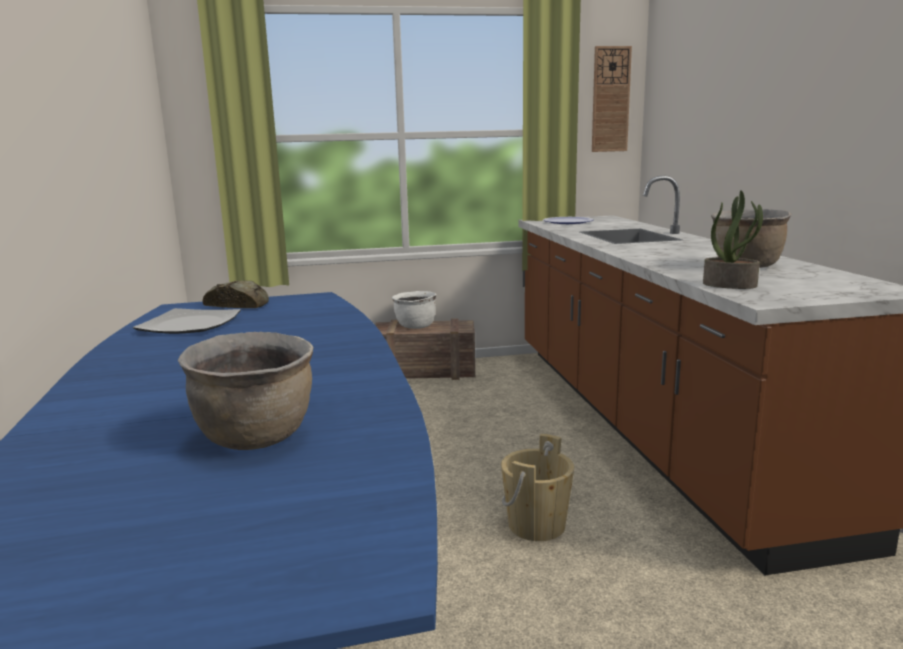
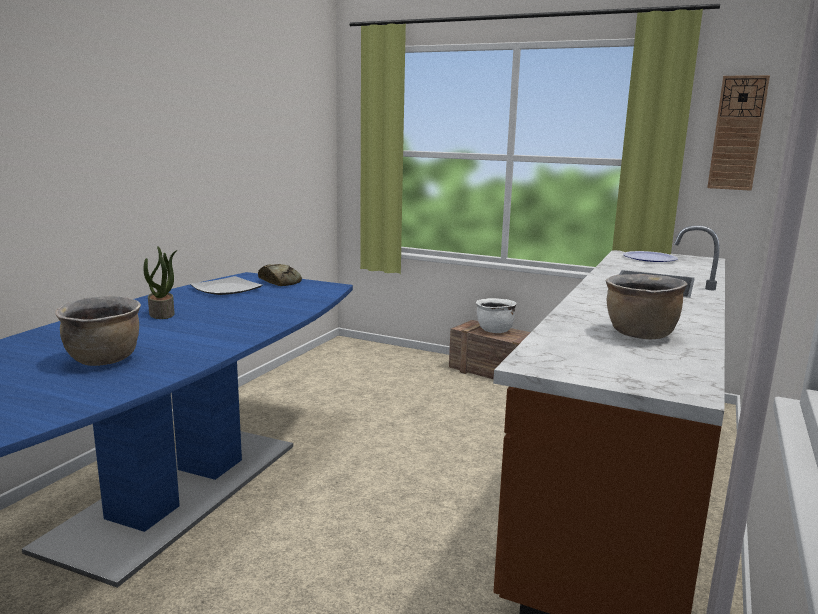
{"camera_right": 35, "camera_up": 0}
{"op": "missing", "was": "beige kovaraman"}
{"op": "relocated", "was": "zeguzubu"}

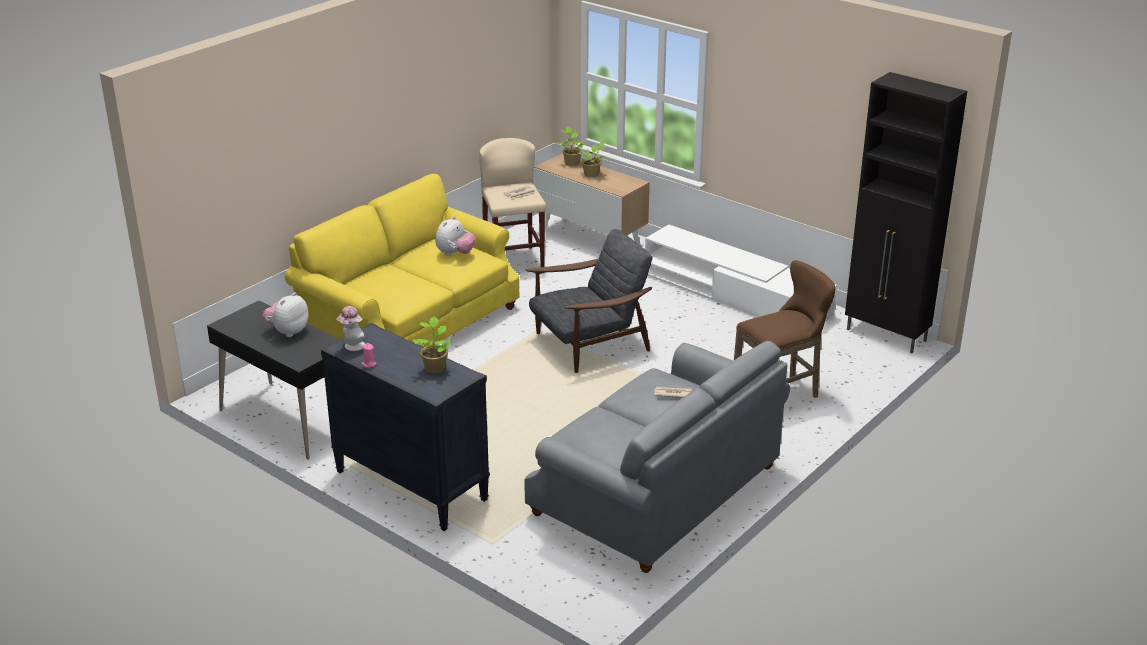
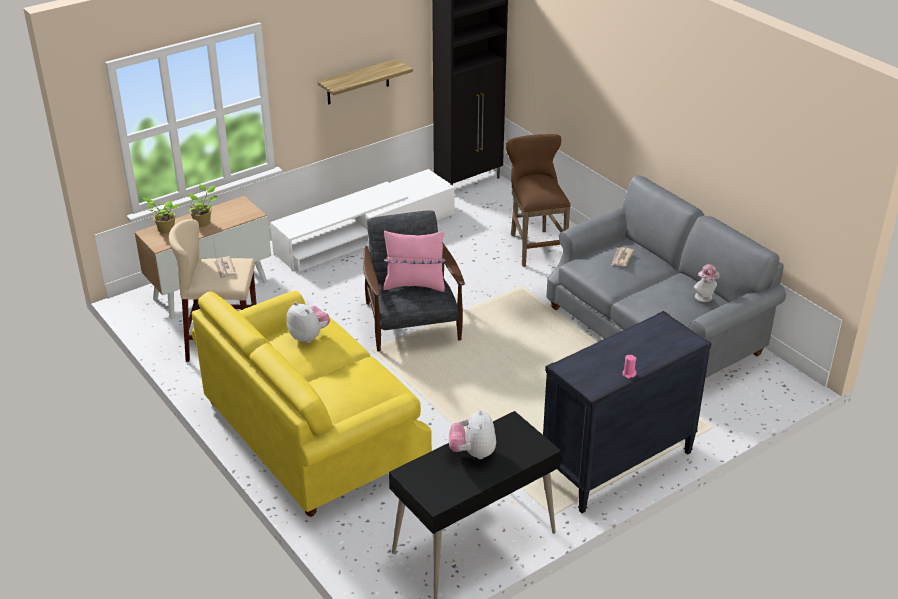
{"camera_right": -75, "camera_up": 5}
{"op": "spun", "was": "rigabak (no. 1 from left in the first image)", "clockwise": 45}
{"op": "relocated", "was": "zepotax"}
{"op": "missing", "was": "zeguzubu (no. 1 from left)"}
{"op": "appeared", "now": "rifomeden"}
{"op": "appeared", "now": "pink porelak"}

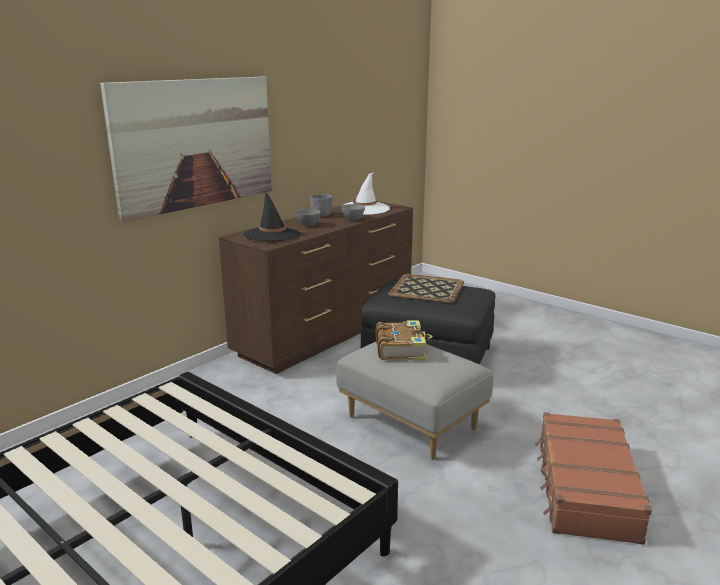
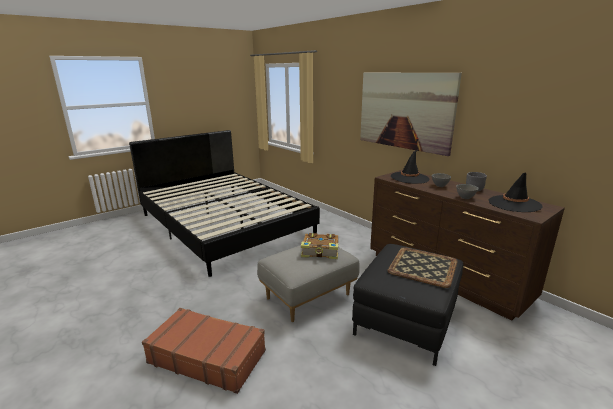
{"camera_right": 100, "camera_up": 0}
{"op": "colour", "was": "white zepotax", "now": "black zepotax (no. 2 from left)"}

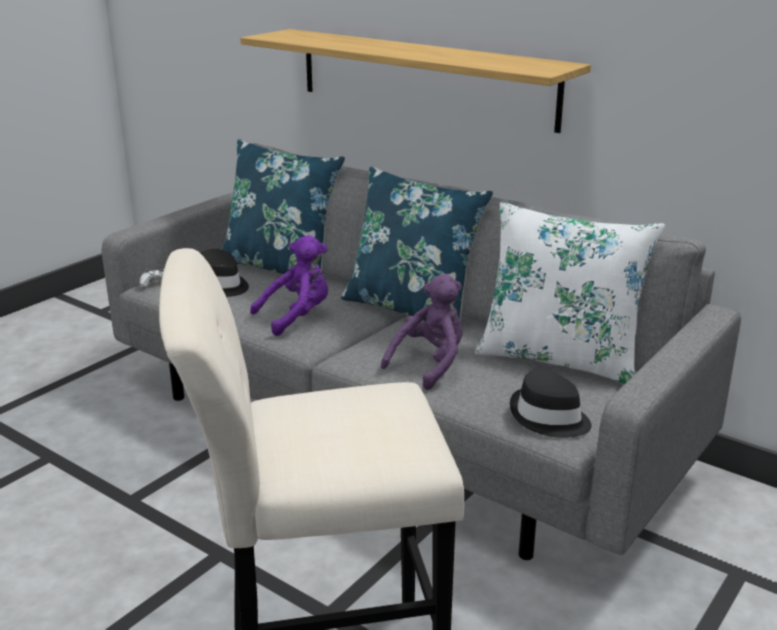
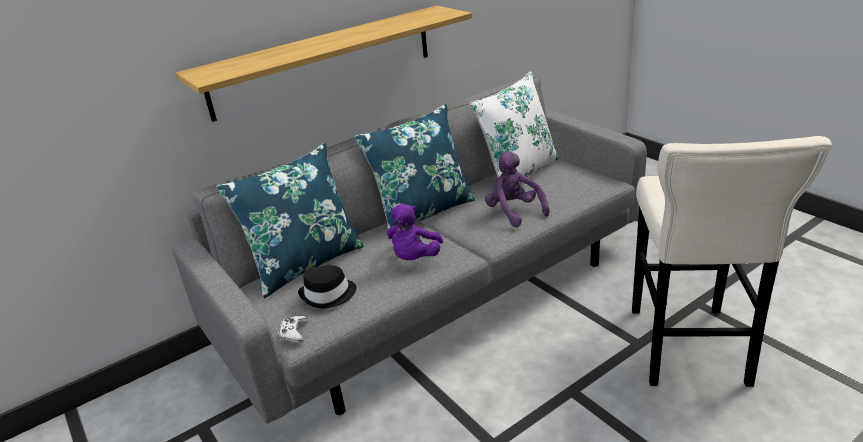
{"camera_right": -70, "camera_up": 5}
{"op": "spun", "was": "purple rigabak (no. 1 from left)", "clockwise": -150}
{"op": "missing", "was": "black zepotax (no. 2 from left)"}

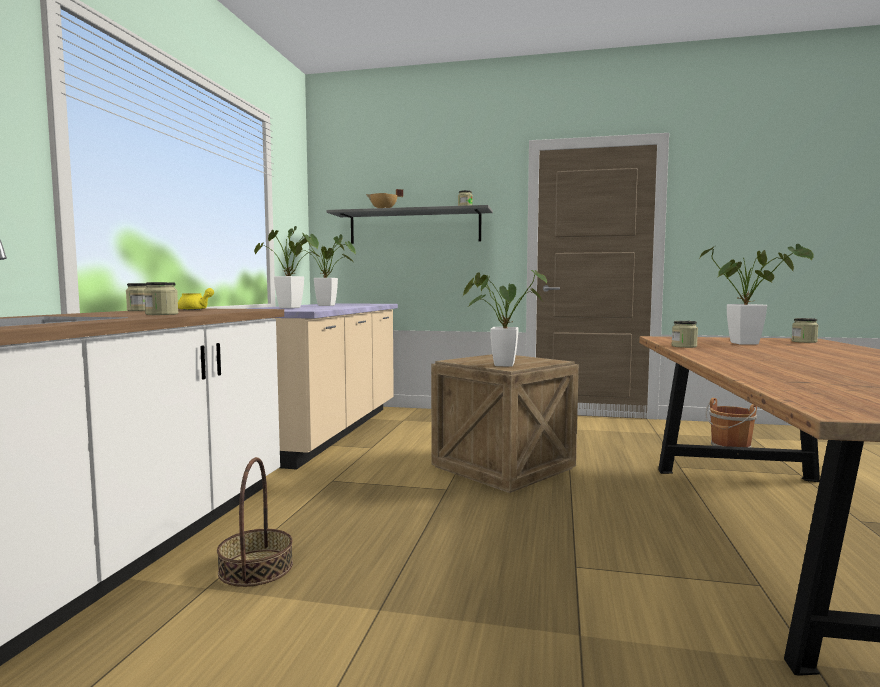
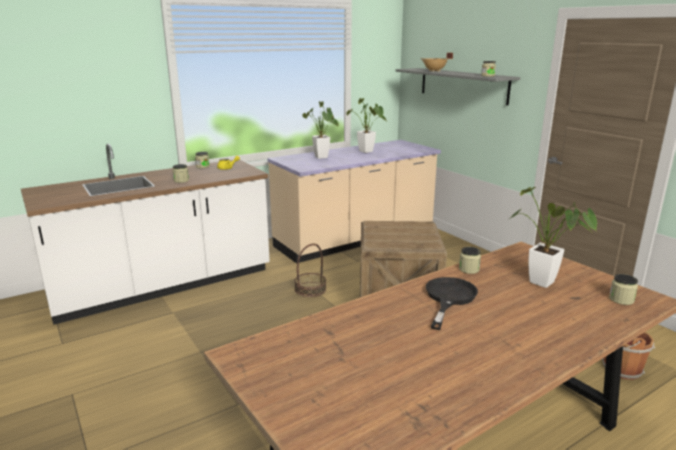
{"camera_right": 45, "camera_up": 15}
{"op": "relocated", "was": "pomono"}
{"op": "missing", "was": "zeguzubu (no. 3 from left)"}
{"op": "appeared", "now": "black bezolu"}

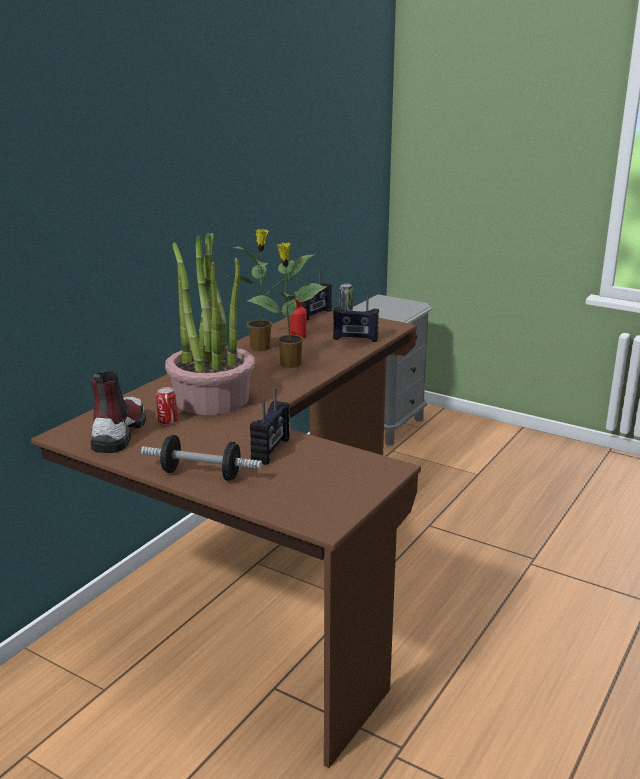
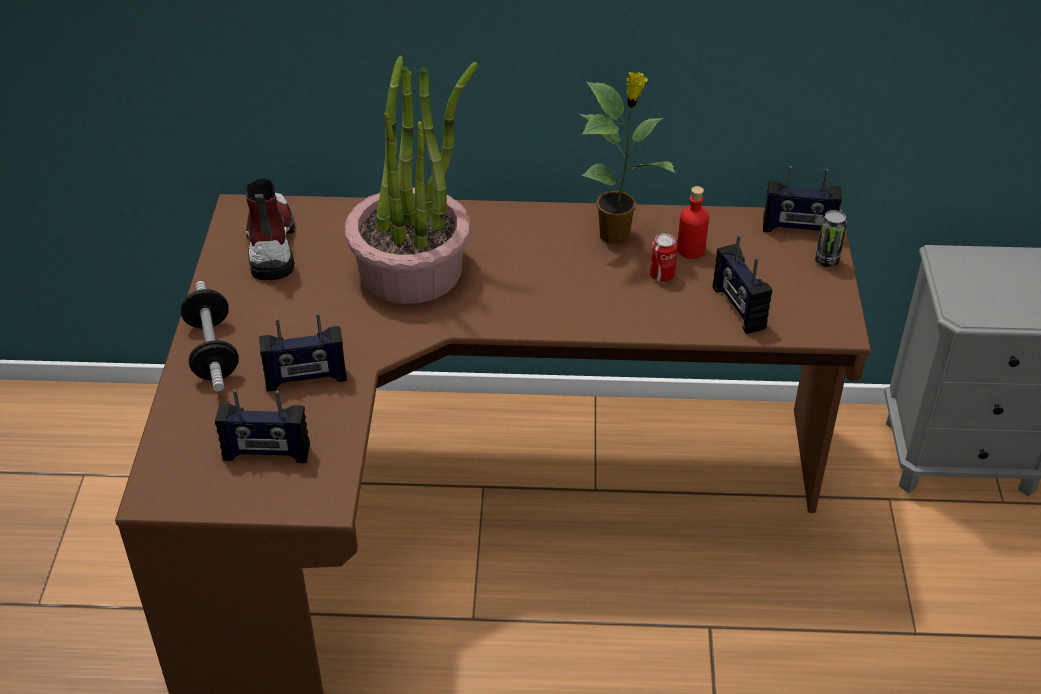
{"camera_right": 60, "camera_up": 20}
{"op": "spun", "was": "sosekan", "clockwise": -75}
{"op": "relocated", "was": "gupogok (no. 1 from left)"}
{"op": "missing", "was": "zeguzubu (no. 3 from left)"}
{"op": "appeared", "now": "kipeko (no. 1 from left)"}

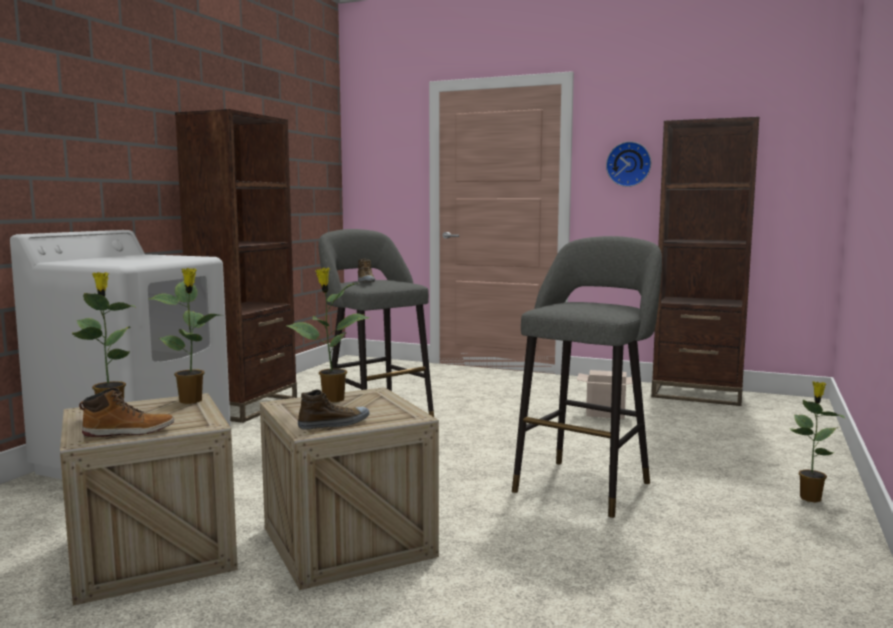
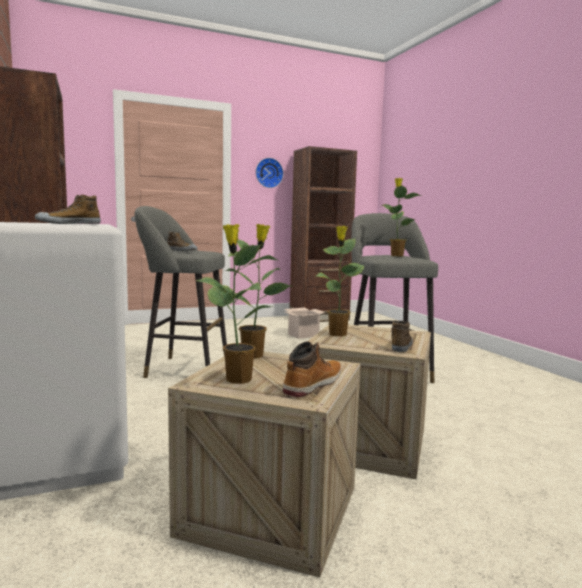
{"camera_right": -45, "camera_up": 0}
{"op": "relocated", "was": "zeguzubu (no. 4 from left)"}
{"op": "appeared", "now": "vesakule (no. 1 from left)"}

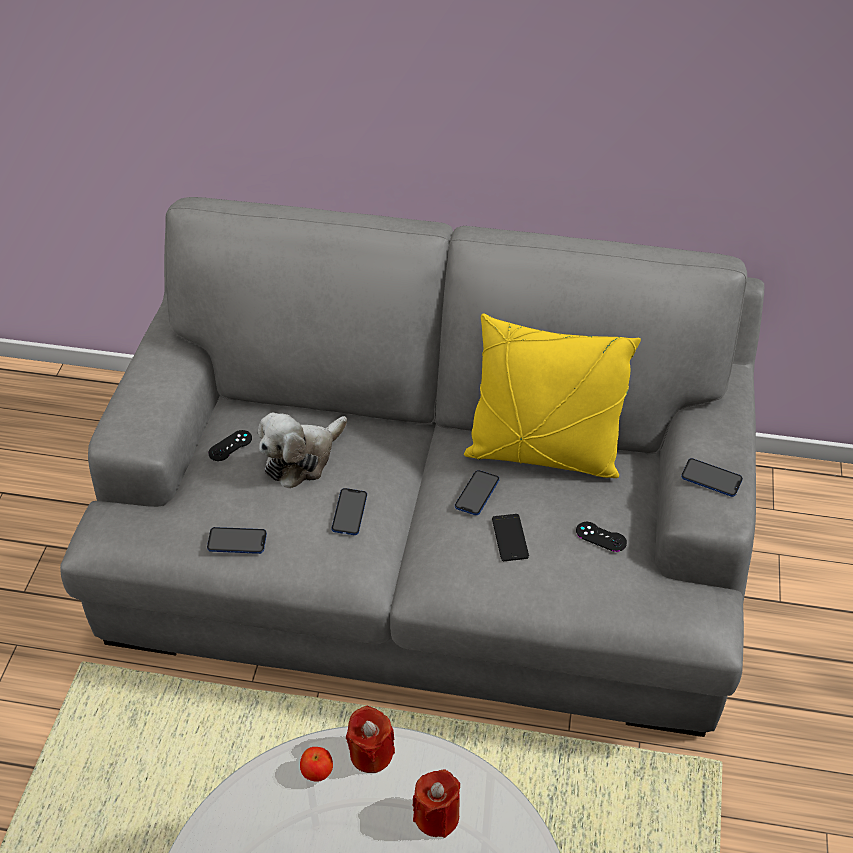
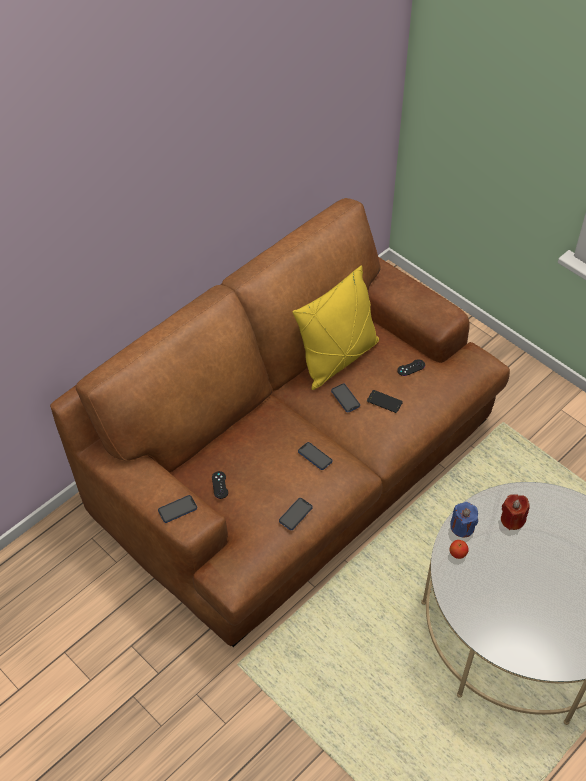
{"camera_right": -55, "camera_up": 5}
{"op": "colour", "was": "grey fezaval", "now": "brown fezaval"}
{"op": "missing", "was": "rigabak"}
{"op": "colour", "was": "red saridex (no. 1 from left)", "now": "blue saridex"}
{"op": "relocated", "was": "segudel (no. 5 from left in the first image)", "now": "segudel (no. 1 from left)"}

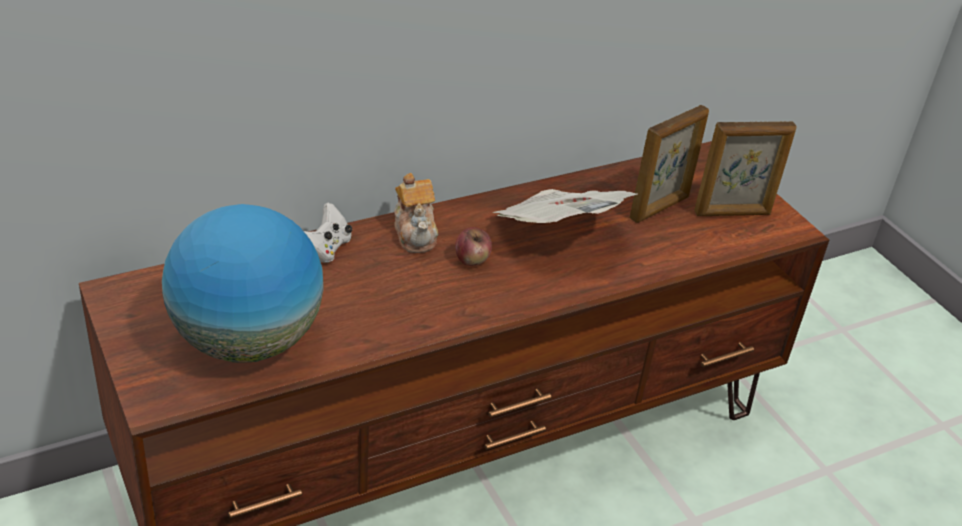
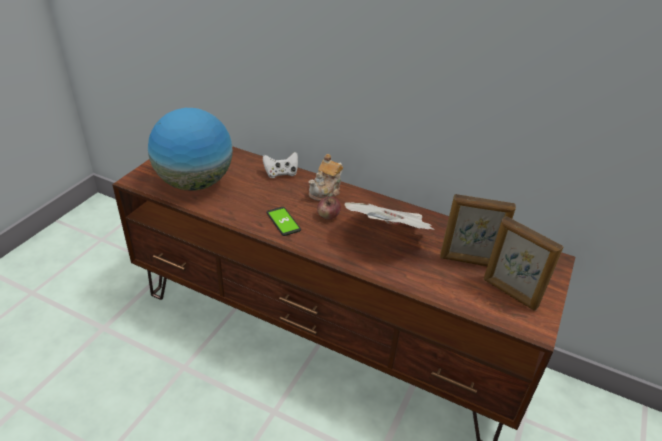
{"camera_right": 55, "camera_up": 0}
{"op": "appeared", "now": "segudel"}

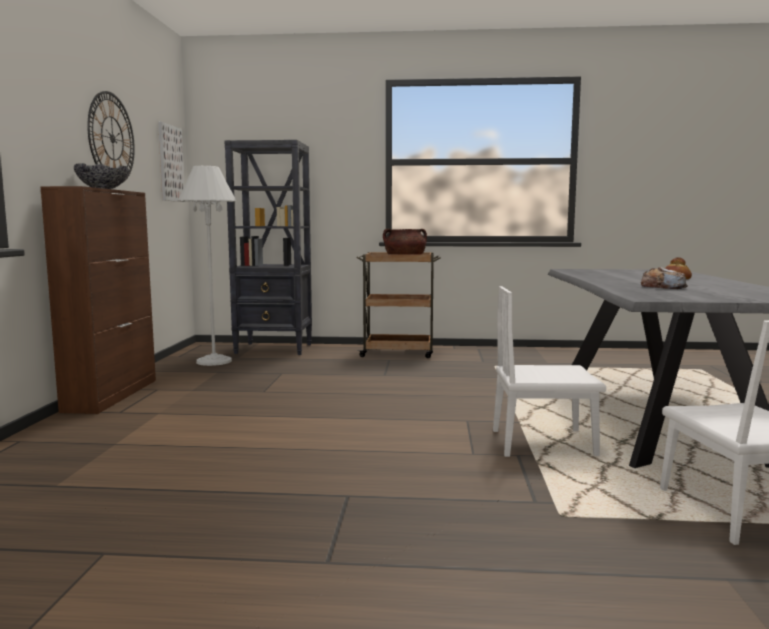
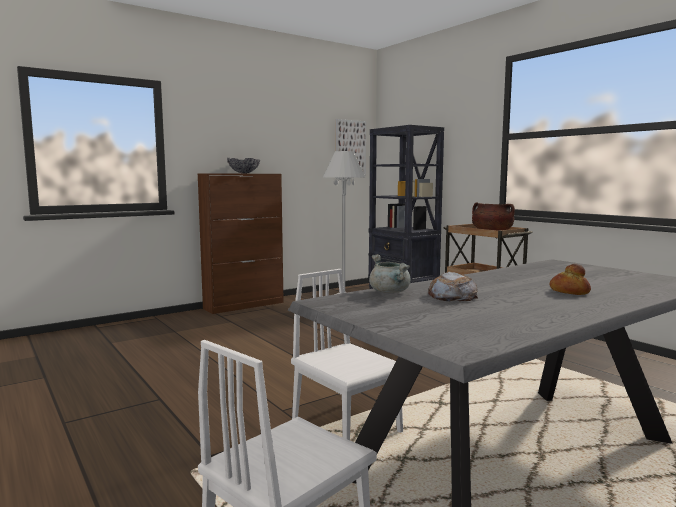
{"camera_right": 50, "camera_up": 0}
{"op": "missing", "was": "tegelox"}
{"op": "appeared", "now": "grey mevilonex"}

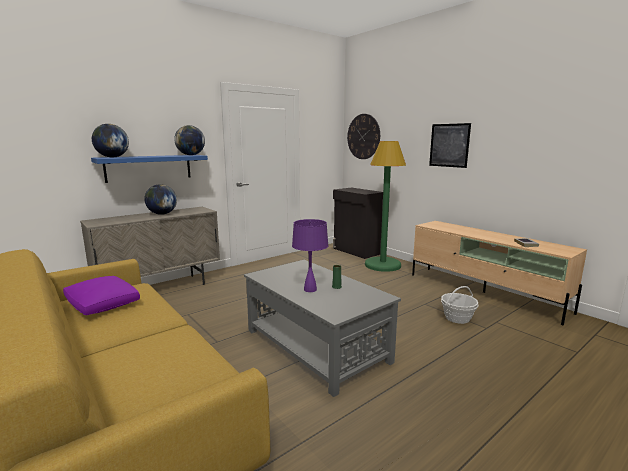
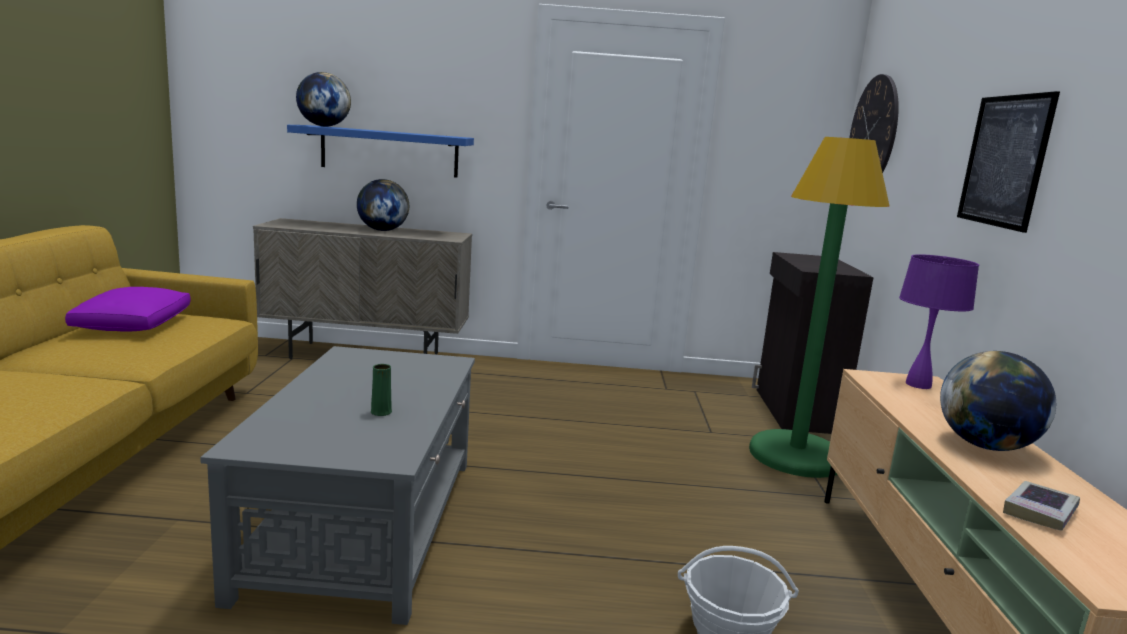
{"camera_right": 40, "camera_up": 0}
{"op": "relocated", "was": "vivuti (no. 3 from left)"}
{"op": "relocated", "was": "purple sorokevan"}

